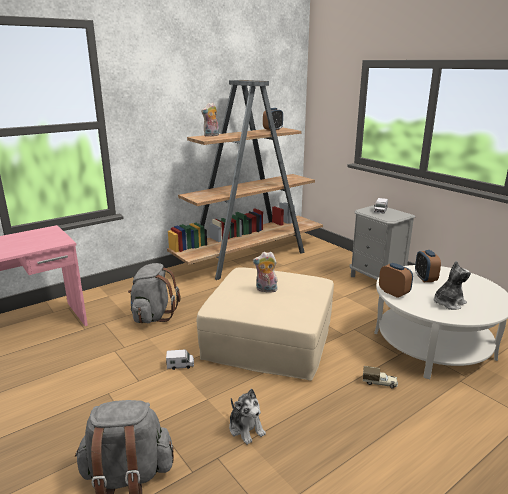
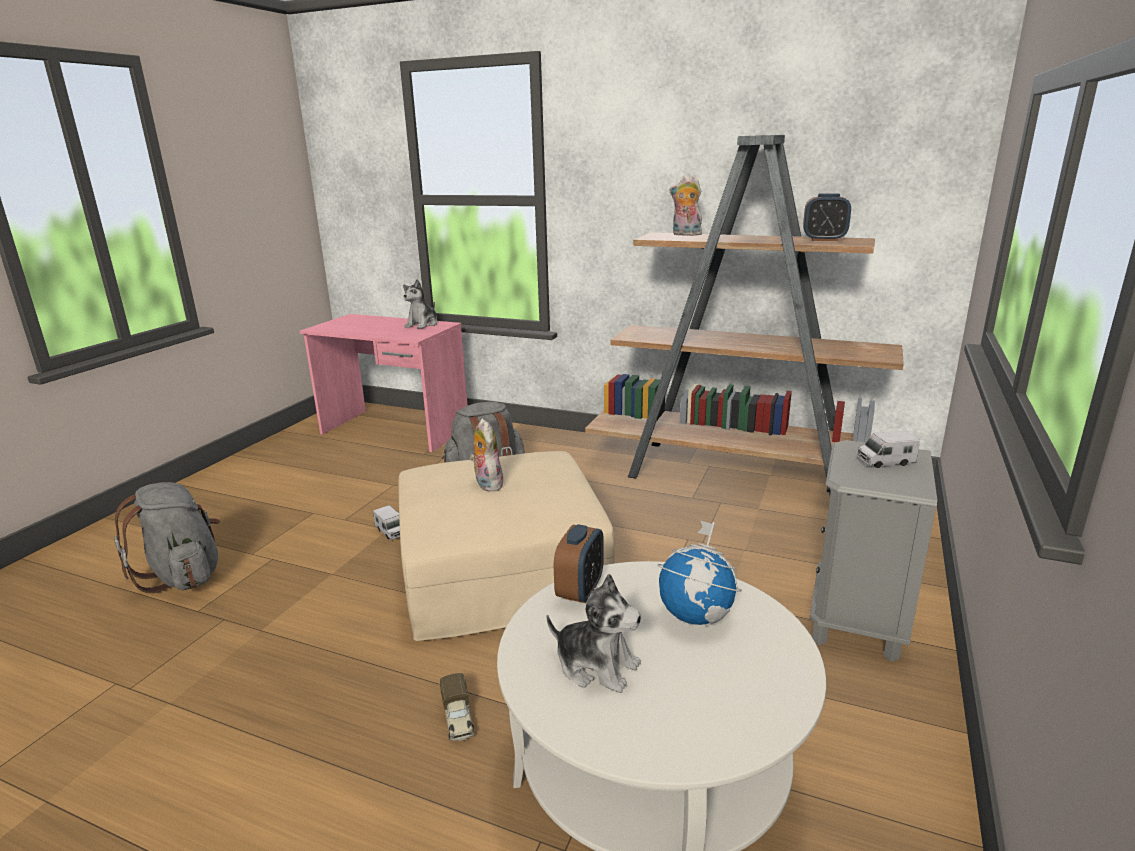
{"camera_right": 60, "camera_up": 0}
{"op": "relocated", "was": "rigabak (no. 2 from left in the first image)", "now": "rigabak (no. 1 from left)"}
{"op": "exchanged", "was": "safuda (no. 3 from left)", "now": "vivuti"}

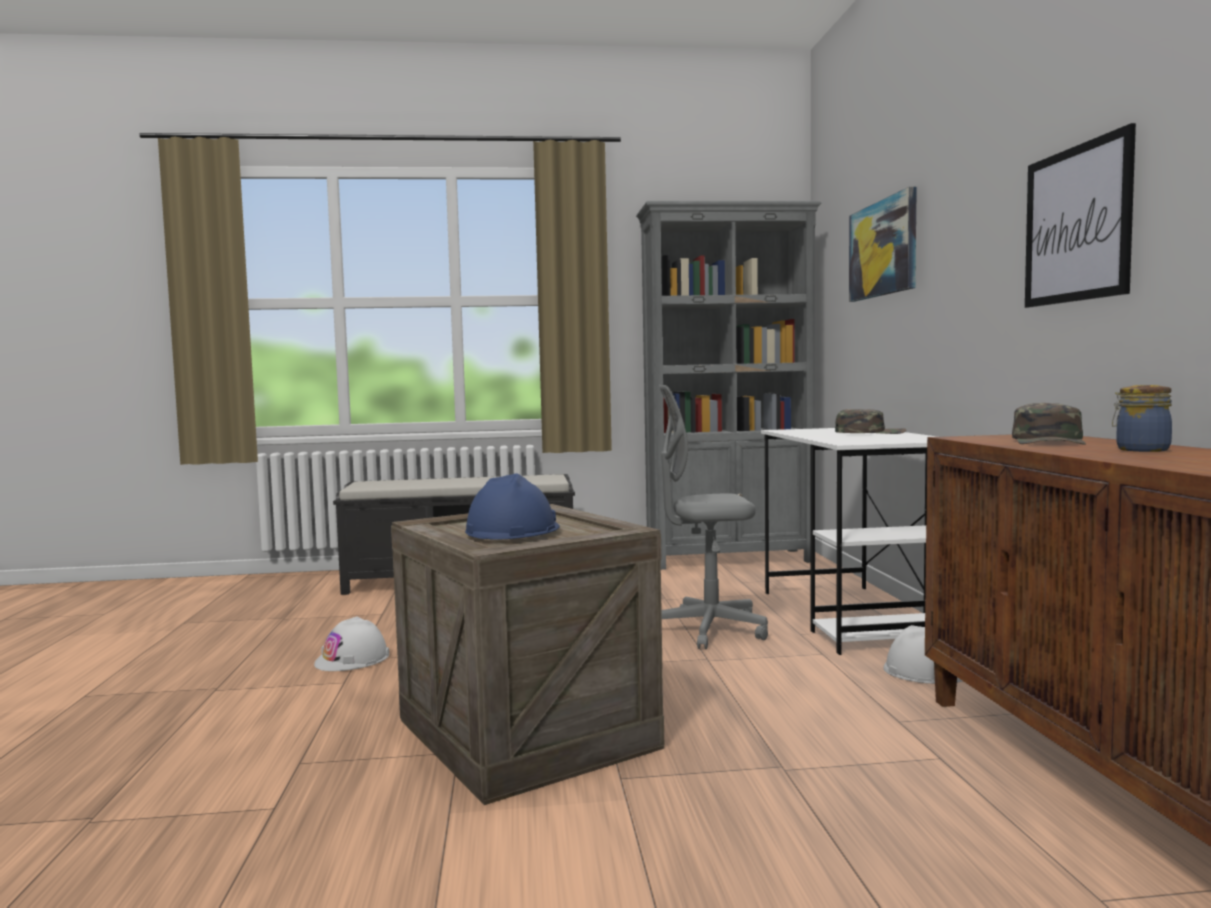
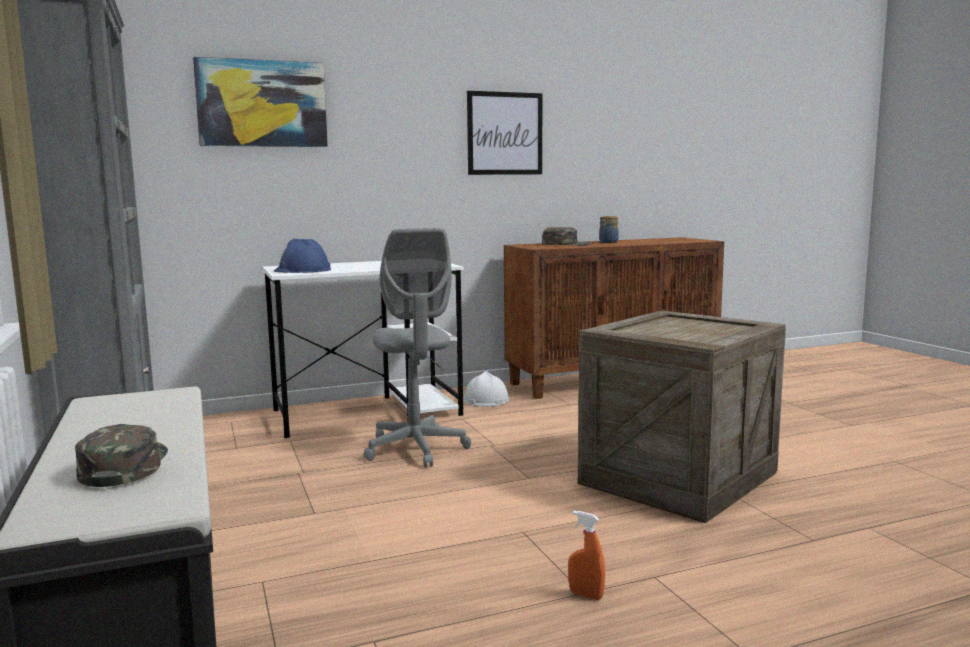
{"camera_right": -105, "camera_up": 5}
{"op": "exchanged", "was": "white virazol (no. 1 from left)", "now": "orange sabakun"}
{"op": "relocated", "was": "blue virazol"}
{"op": "relocated", "was": "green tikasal (no. 1 from left)"}

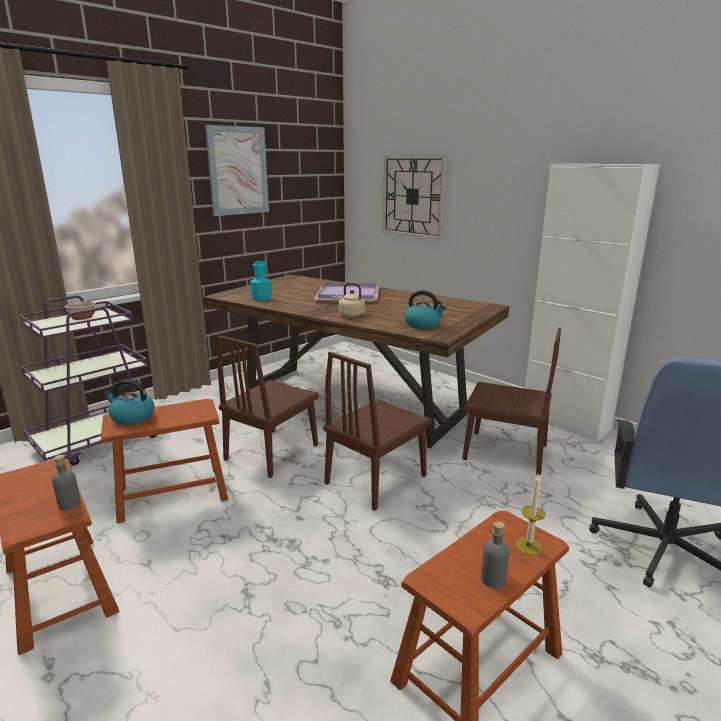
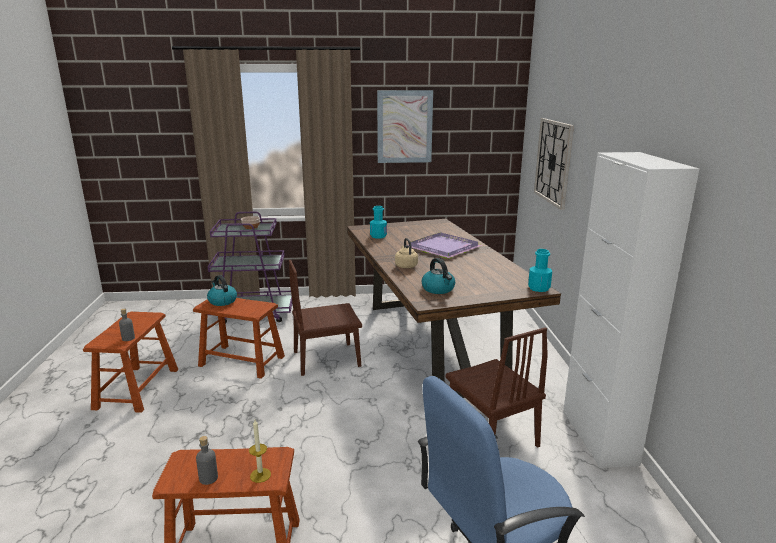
{"camera_right": 40, "camera_up": 0}
{"op": "missing", "was": "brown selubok (no. 2 from left)"}
{"op": "appeared", "now": "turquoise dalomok (no. 2 from left)"}

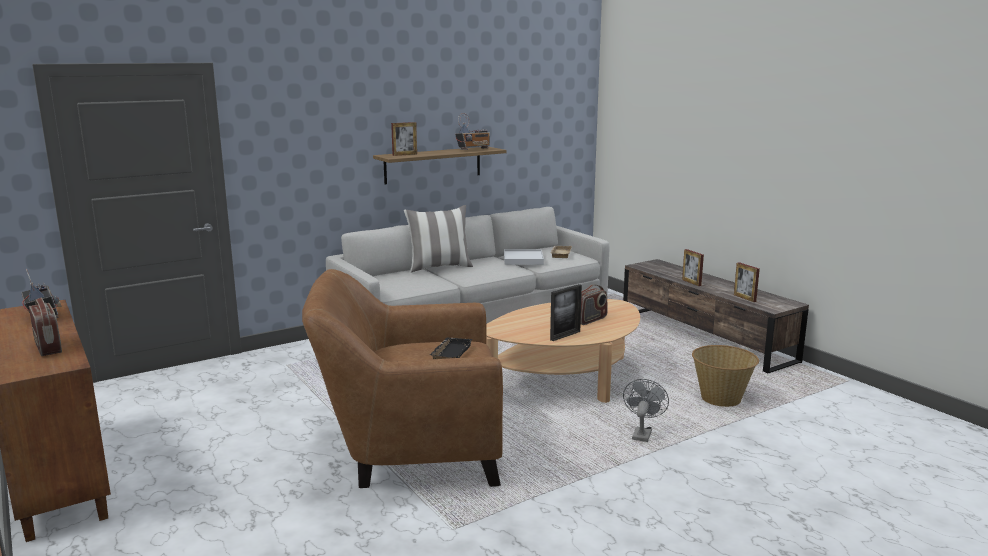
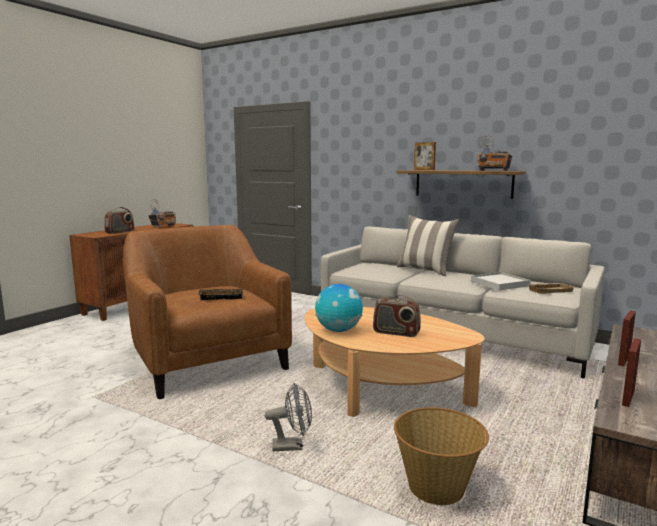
{"camera_right": 65, "camera_up": -5}
{"op": "exchanged", "was": "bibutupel (no. 2 from left)", "now": "vivuti"}

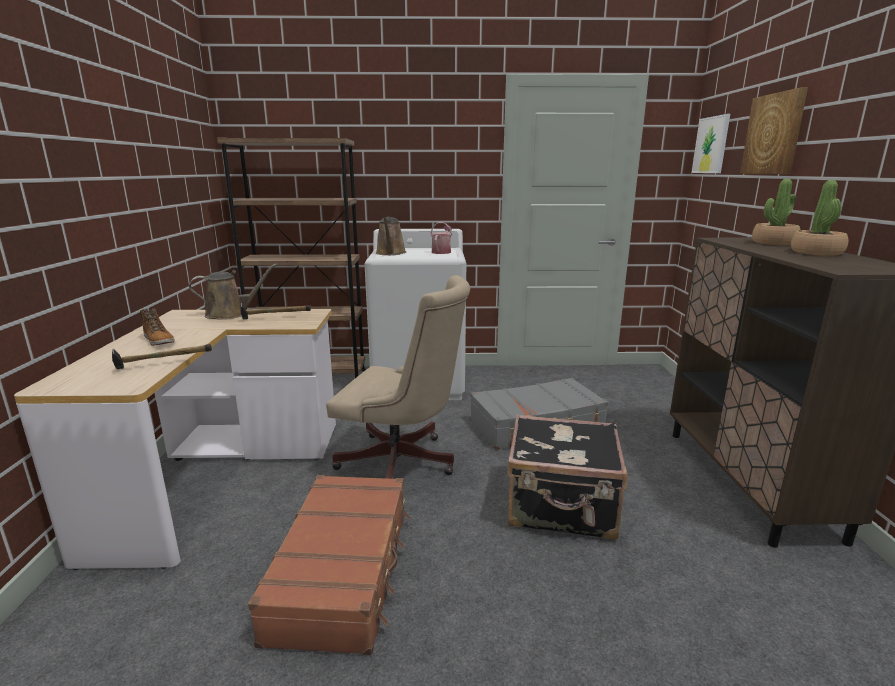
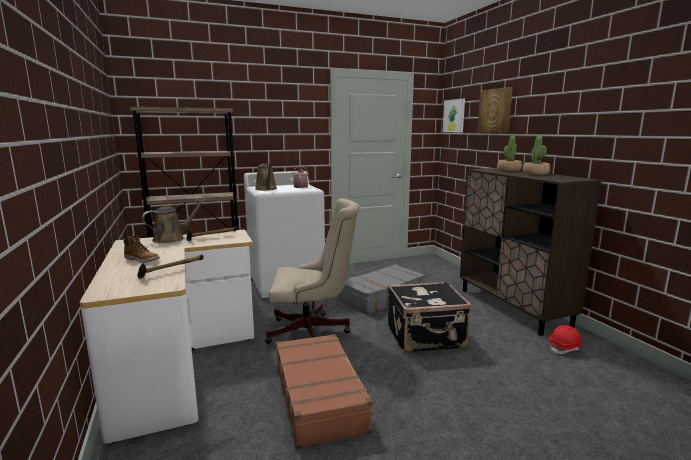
{"camera_right": -20, "camera_up": -5}
{"op": "appeared", "now": "red virazol"}

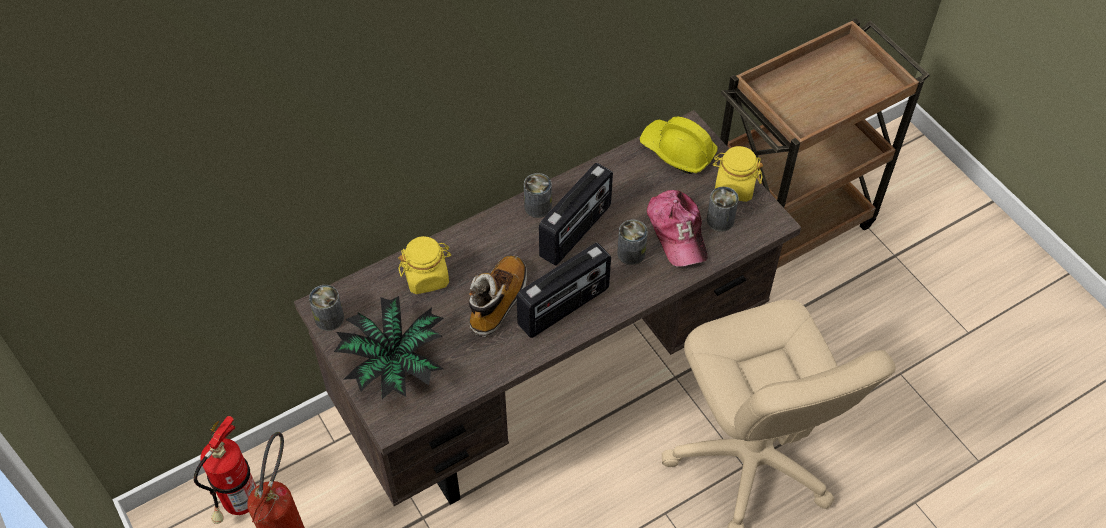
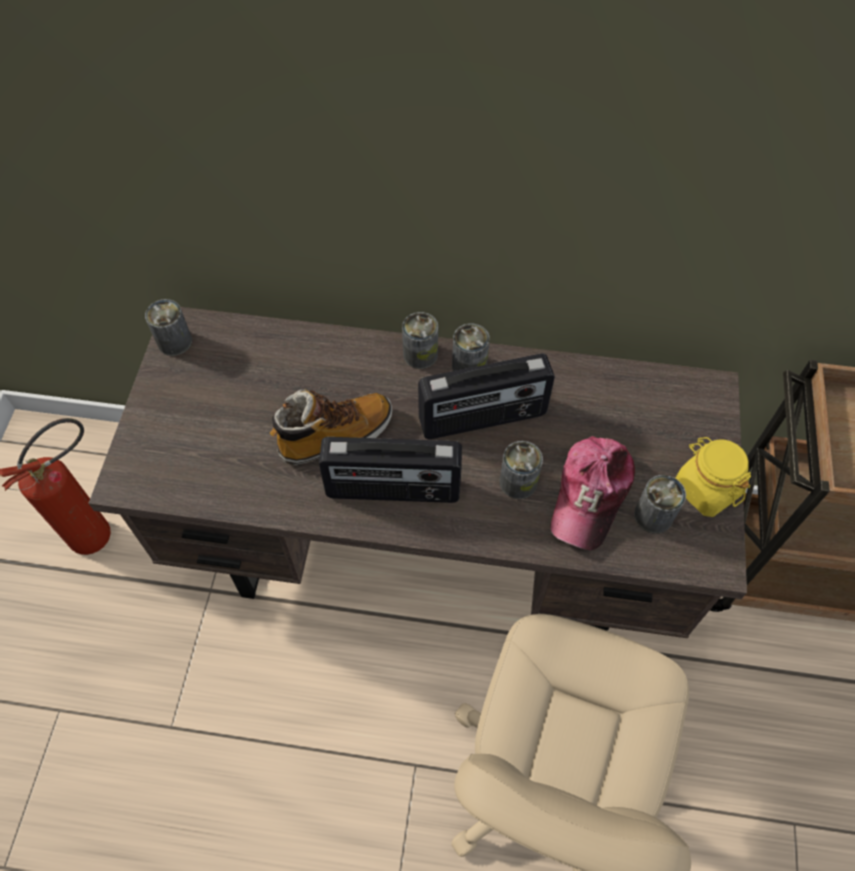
{"camera_right": 40, "camera_up": 5}
{"op": "missing", "was": "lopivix (no. 1 from left)"}
{"op": "missing", "was": "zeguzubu"}
{"op": "missing", "was": "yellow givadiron (no. 1 from left)"}
{"op": "missing", "was": "yellow virazol"}
{"op": "appeared", "now": "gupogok (no. 2 from left)"}

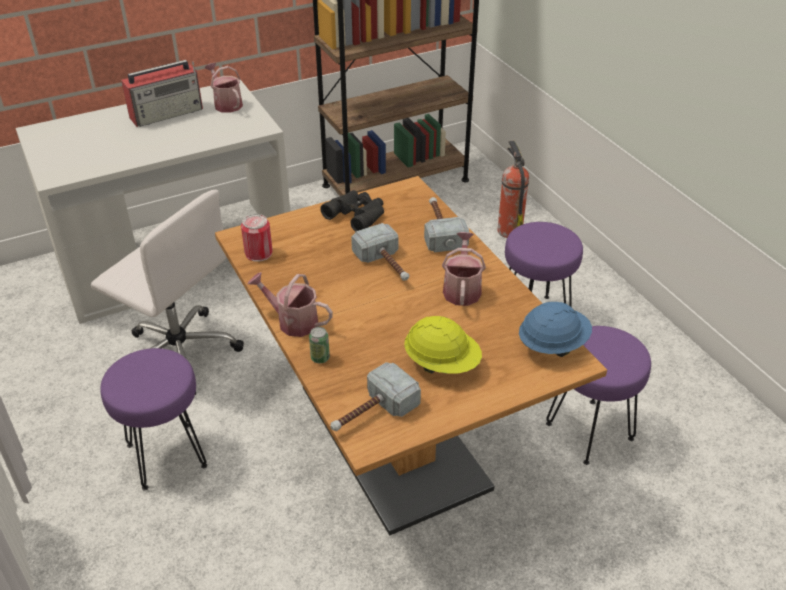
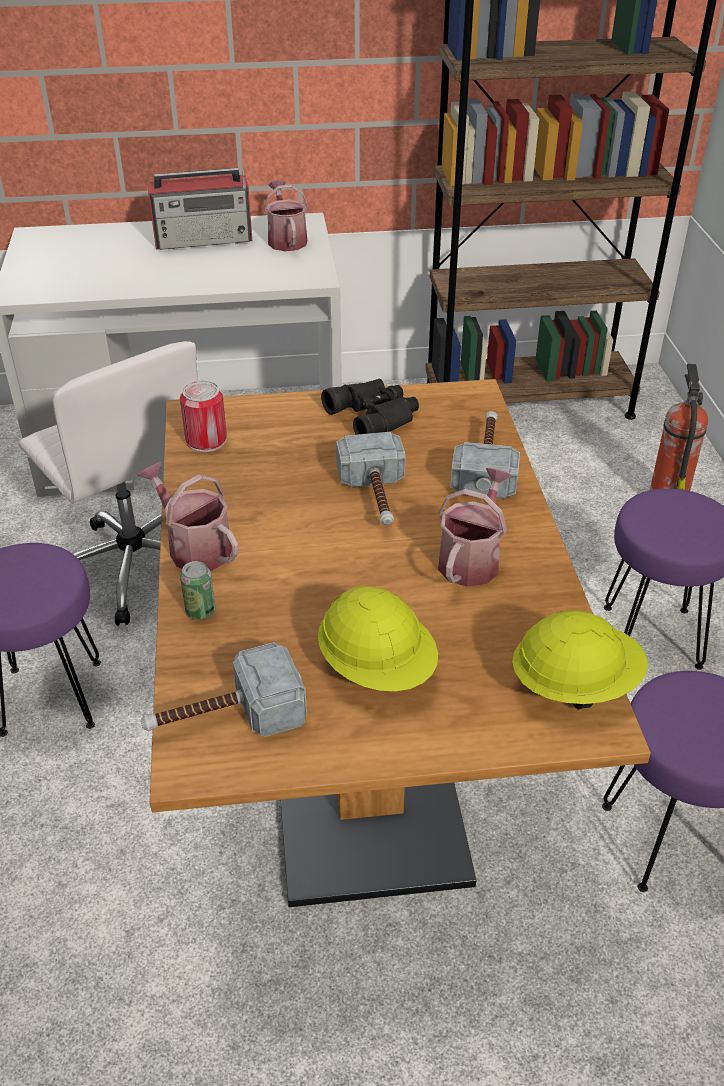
{"camera_right": 20, "camera_up": 0}
{"op": "colour", "was": "blue virazol", "now": "yellow virazol (no. 2 from left)"}

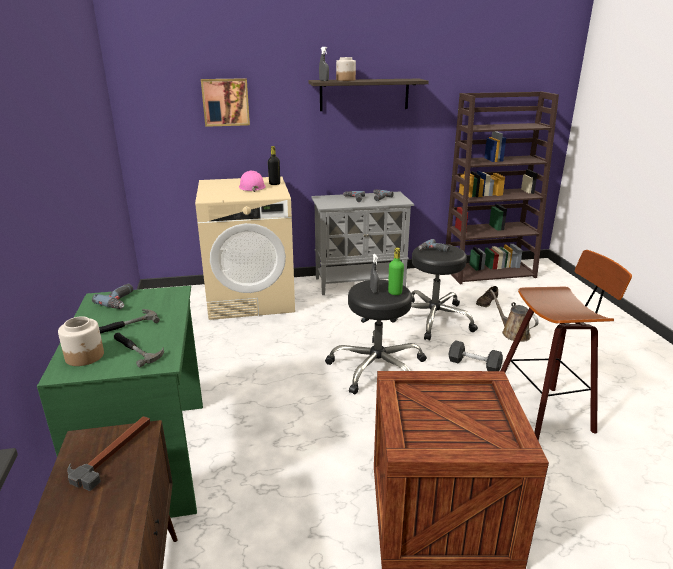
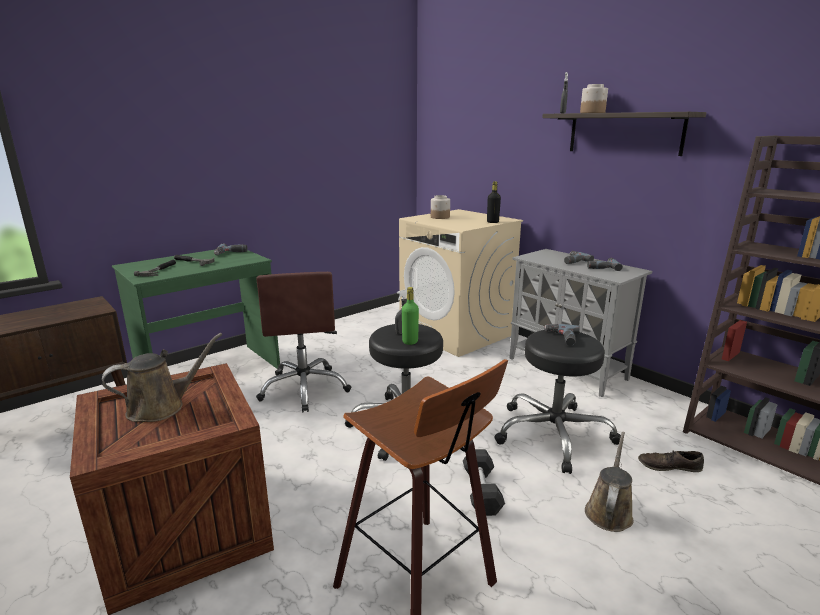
{"camera_right": 60, "camera_up": -5}
{"op": "relocated", "was": "givadiron (no. 1 from left)"}
{"op": "missing", "was": "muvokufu (no. 1 from left)"}
{"op": "missing", "was": "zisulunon"}
{"op": "missing", "was": "pink virazol"}
{"op": "appeared", "now": "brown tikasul (no. 1 from left)"}
{"op": "appeared", "now": "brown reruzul"}

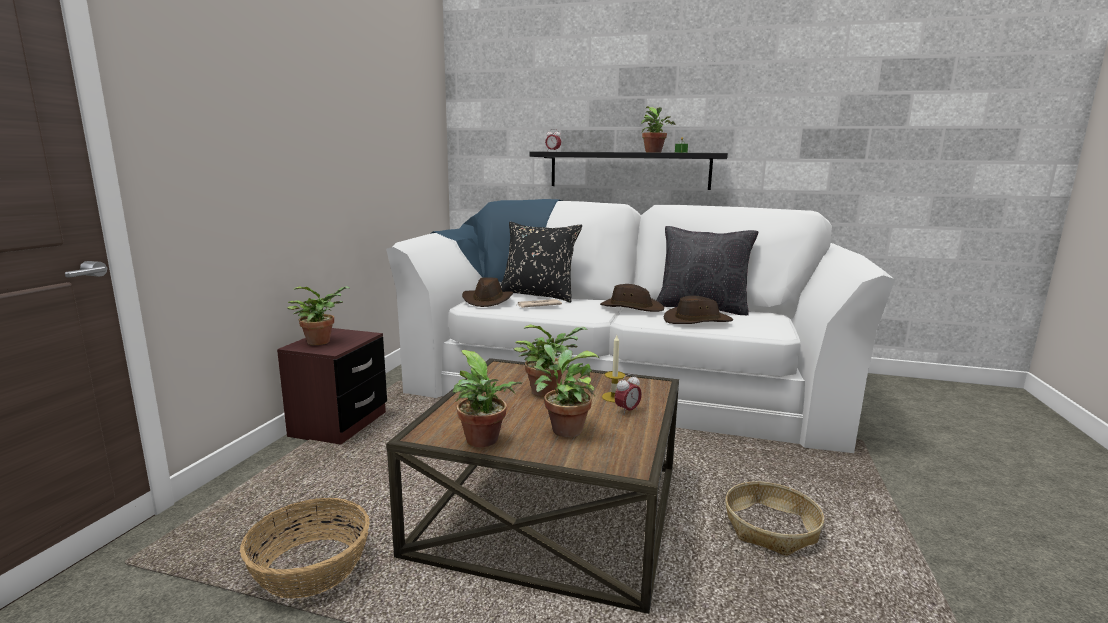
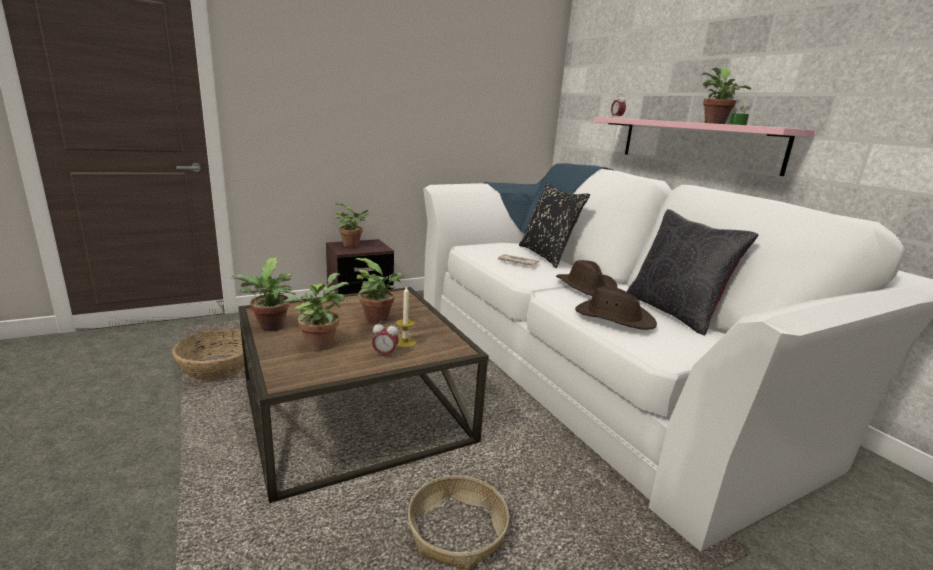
{"camera_right": 45, "camera_up": 5}
{"op": "missing", "was": "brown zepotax (no. 1 from left)"}
{"op": "colour", "was": "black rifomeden", "now": "pink rifomeden"}

